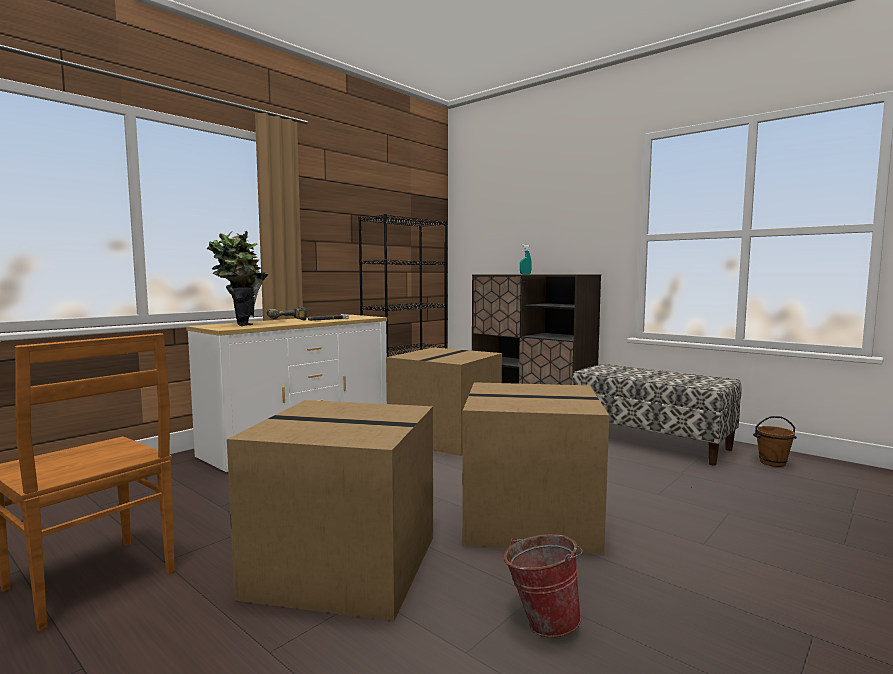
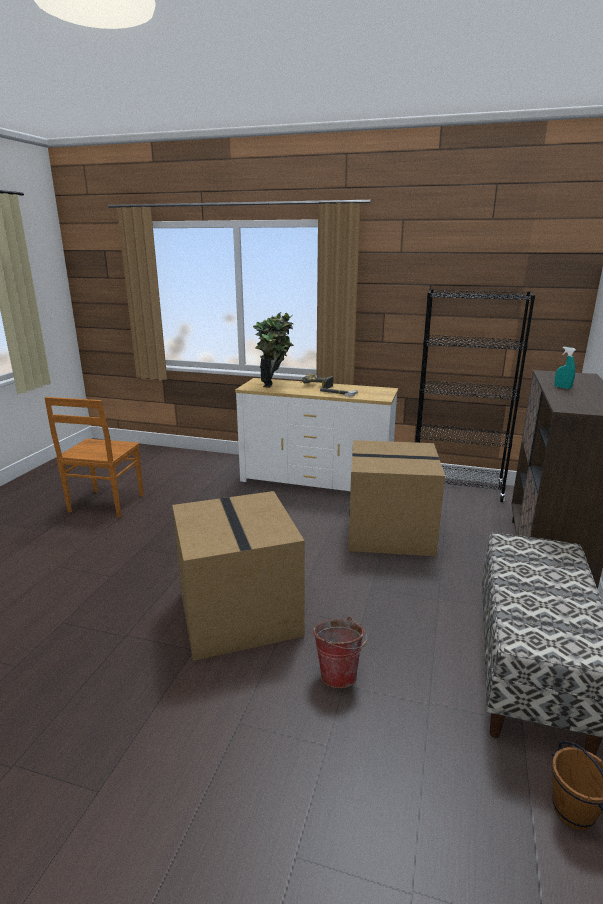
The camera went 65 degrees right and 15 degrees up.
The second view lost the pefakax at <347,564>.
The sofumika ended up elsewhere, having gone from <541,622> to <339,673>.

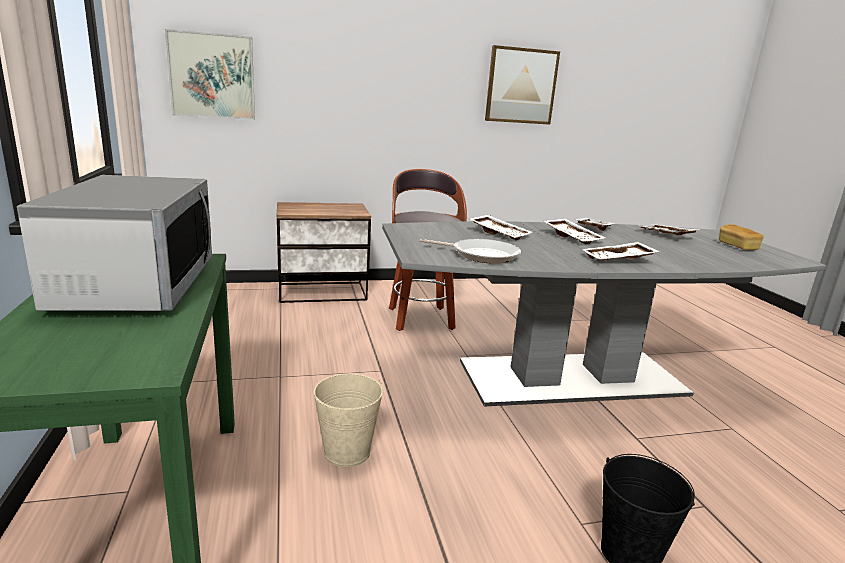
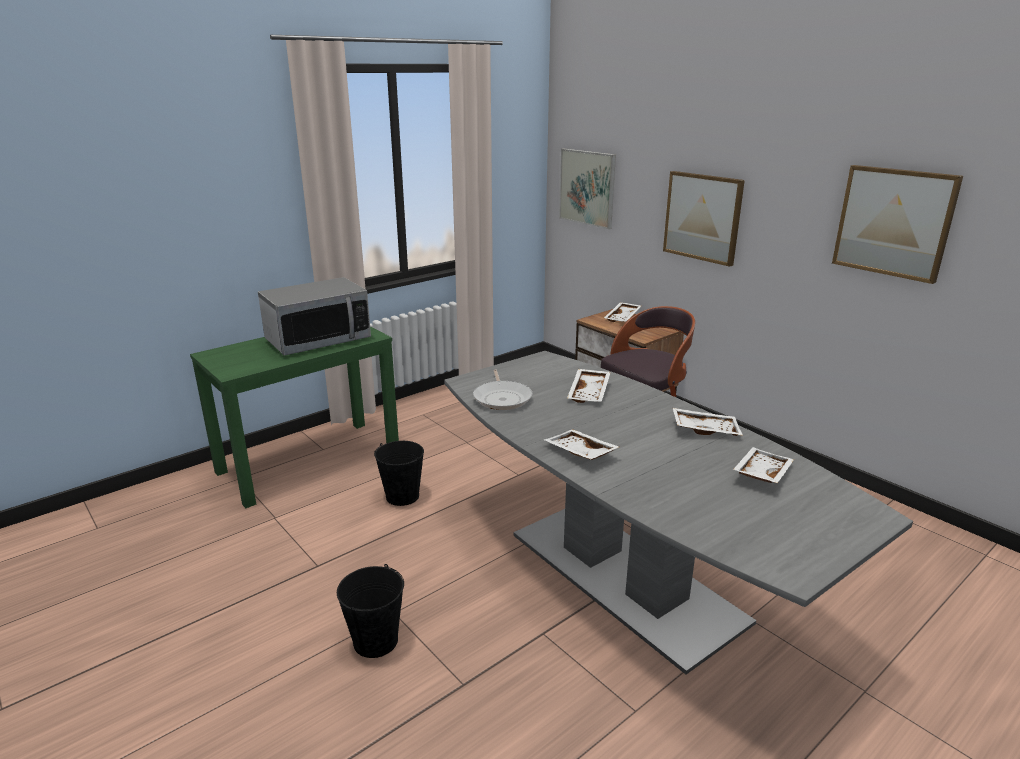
The camera went 65 degrees right and 5 degrees up.
The second view lost the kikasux at <737,246>.
The second view gained the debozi at <703,217>.
The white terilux ended up elsewhere, having gone from <573,237> to <623,317>.
What was the beige sofumika at <346,452> turned into the black sofumika at <402,496>.

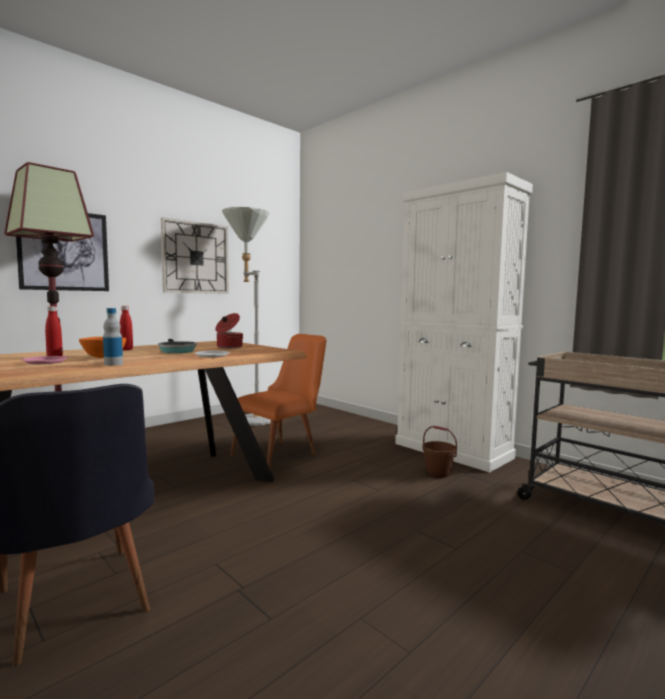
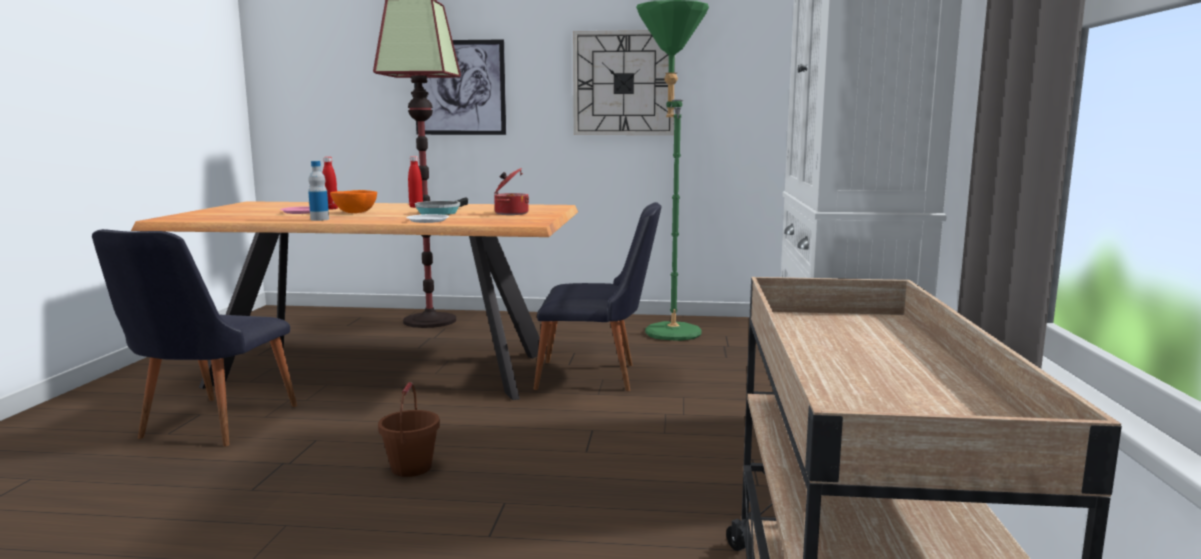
The camera went 50 degrees right and 5 degrees up.
The brown sofumika ended up elsewhere, having gone from <438,473> to <411,468>.
What was the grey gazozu at <250,420> turned into the green gazozu at <668,330>.
What was the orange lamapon at <282,453> turned into the black lamapon at <597,377>.

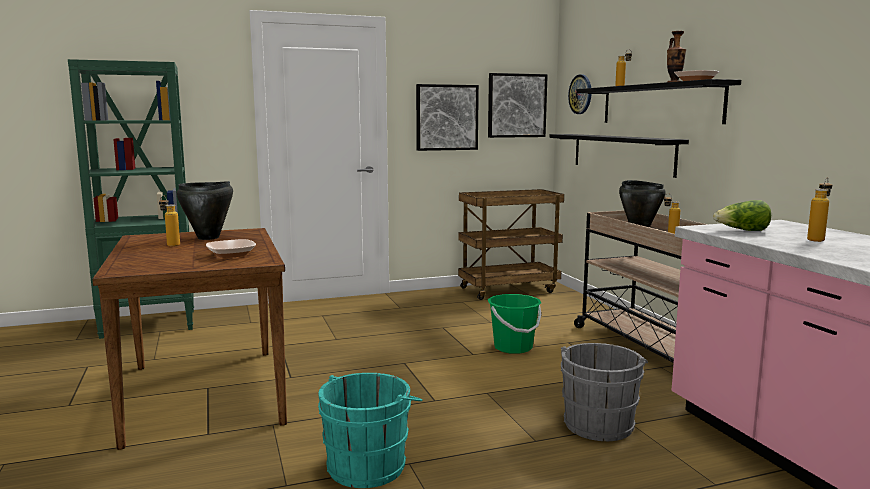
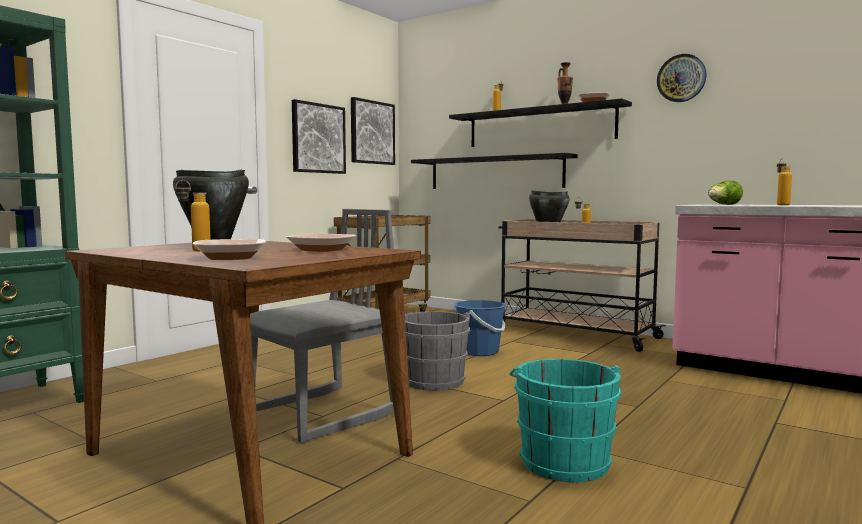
The camera went 35 degrees left and 5 degrees down.
The second view gained the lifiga at <230,258>.
The second view gained the grey lamapon at <323,414>.
The grey sofumika ended up elsewhere, having gone from <599,423> to <433,380>.
The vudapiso ended up elsewhere, having gone from <580,94> to <681,78>.
What was the green sofumika at <513,347> turned into the blue sofumika at <479,352>.

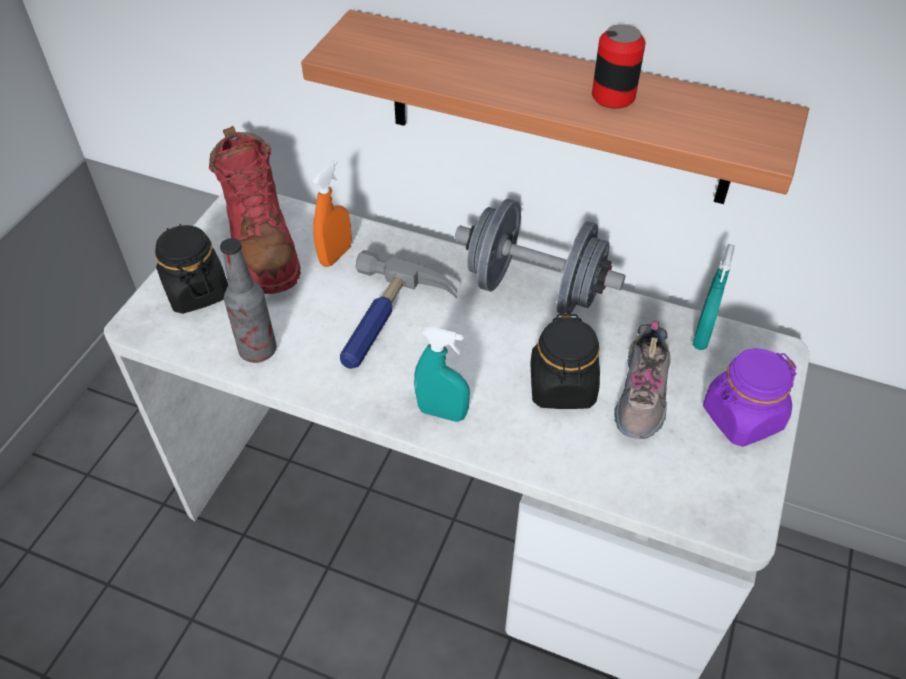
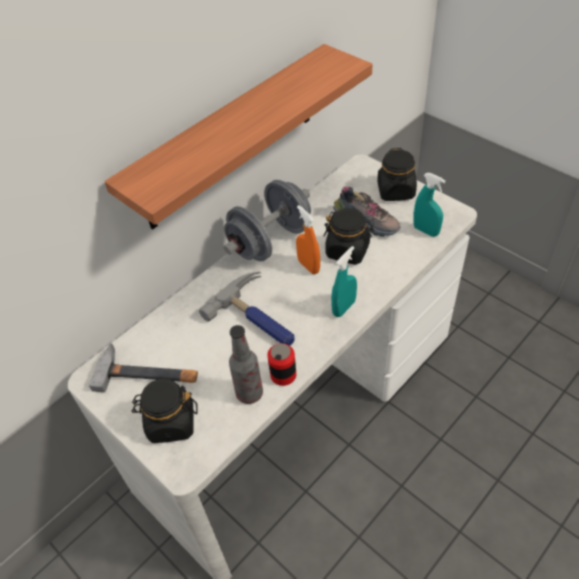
The camera went 65 degrees left and 0 degrees up.
The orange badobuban ended up elsewhere, having gone from <336,255> to <308,266>.
The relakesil ended up elsewhere, having gone from <613,96> to <283,375>.
The turquoise badobuban ended up elsewhere, having gone from <702,335> to <425,230>.
Where the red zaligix stood at <262,246>, the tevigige came to stand at <148,373>.
What was the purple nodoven at <741,418> turned into the black nodoven at <396,191>.

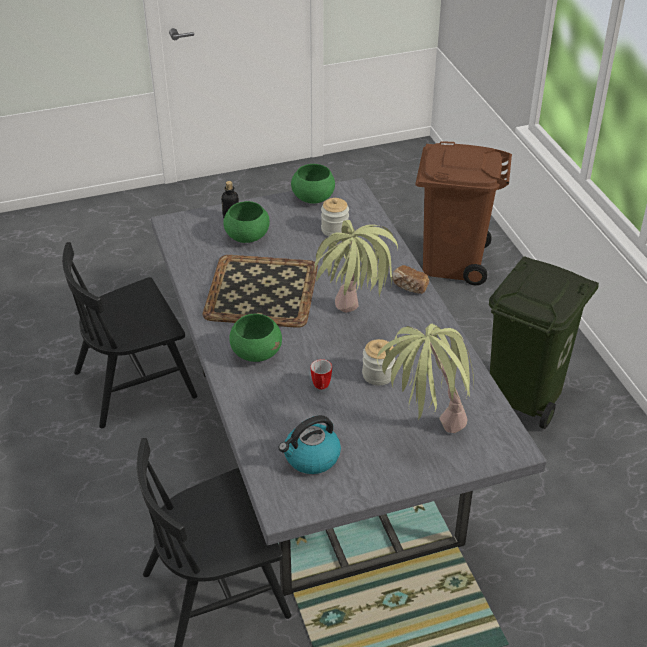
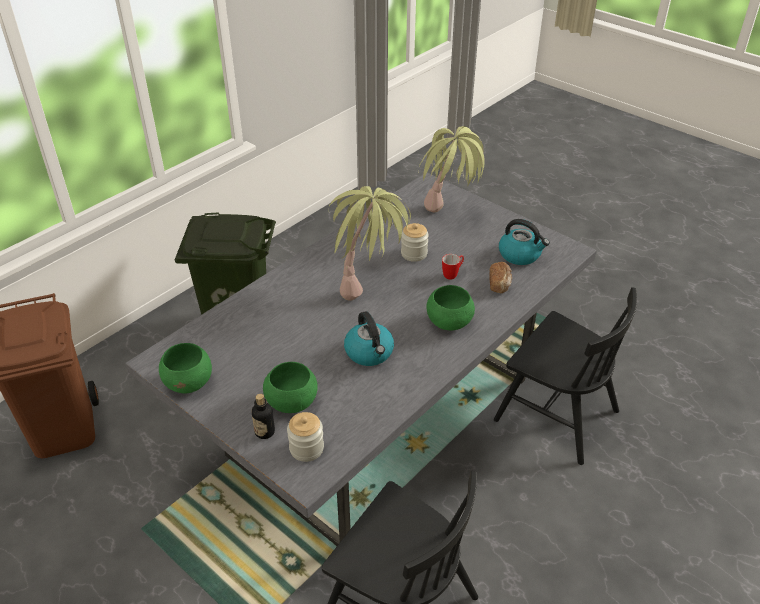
The camera went 120 degrees left and 0 degrees up.
The nodoven ended up elsewhere, having gone from <334,229> to <306,448>.
The kikasux ended up elsewhere, having gone from <409,287> to <500,284>.
Where the terilux stood at <262,292>, the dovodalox came to stand at <369,352>.

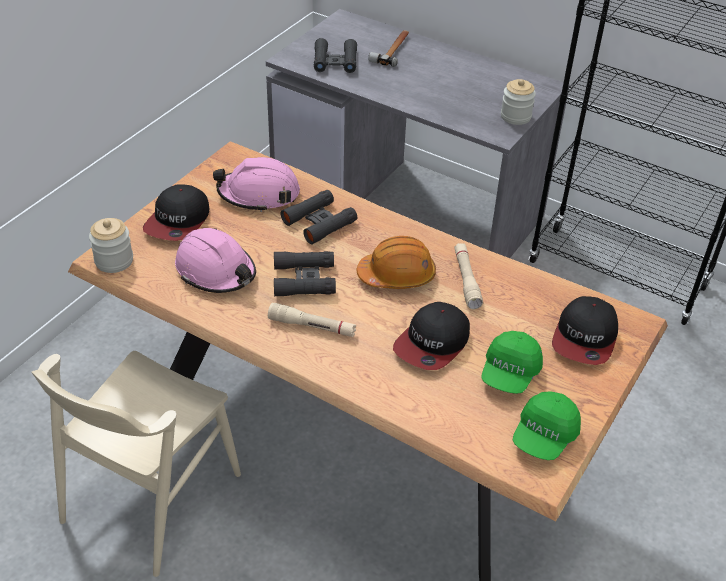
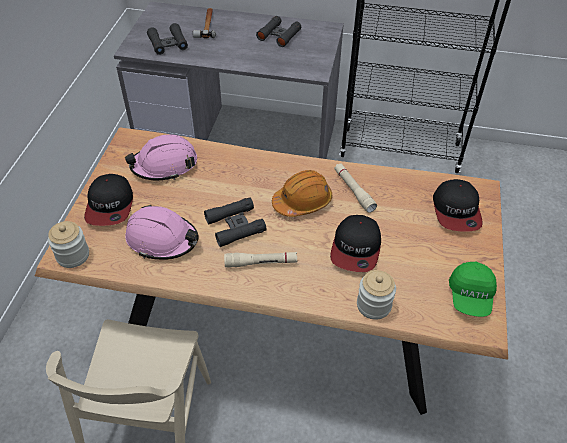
The camera went 20 degrees left and 5 degrees up.
The second view lost the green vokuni at <509,373>.
The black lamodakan ended up elsewhere, having gone from <319,222> to <279,35>.
The nodoven ended up elsewhere, having gone from <515,116> to <373,305>.

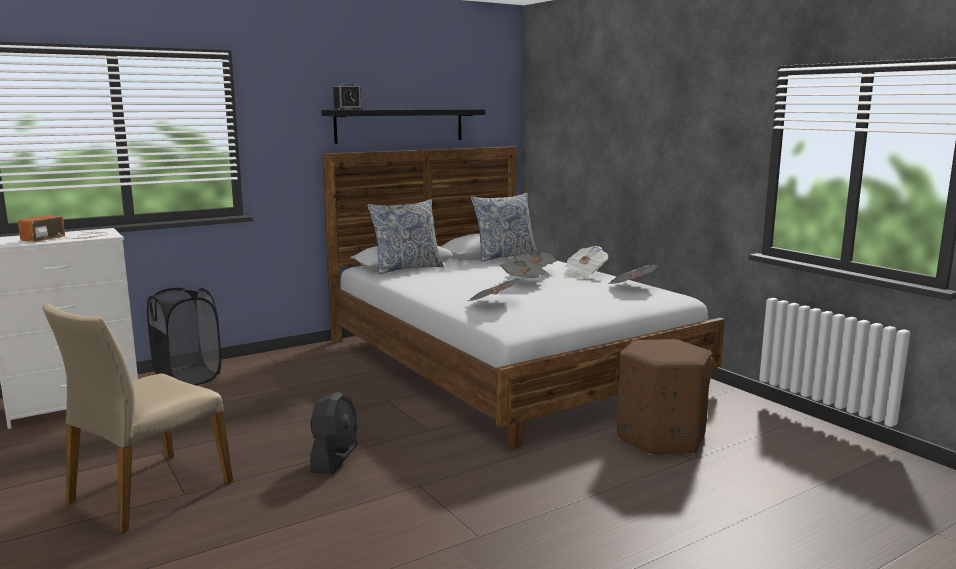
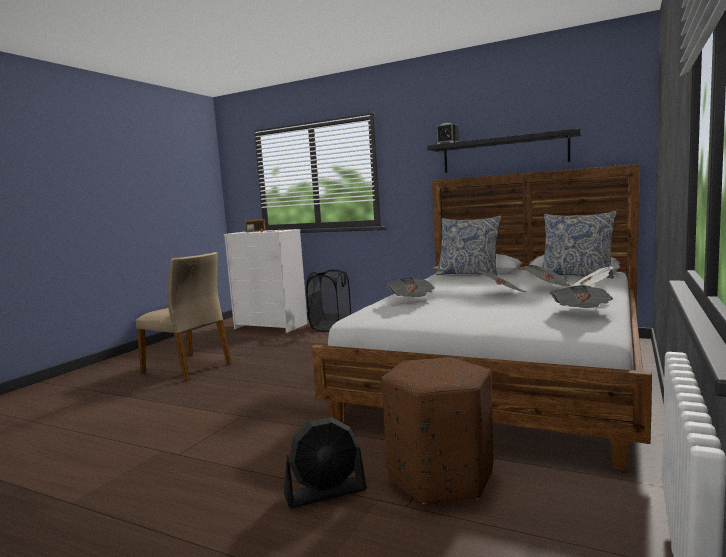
The camera went 60 degrees right and 5 degrees down.
The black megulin ended up elsewhere, having gone from <334,458> to <325,492>.
The beige lamapon at <148,492> ended up facing another way, 150 degrees counterclockwise from before.

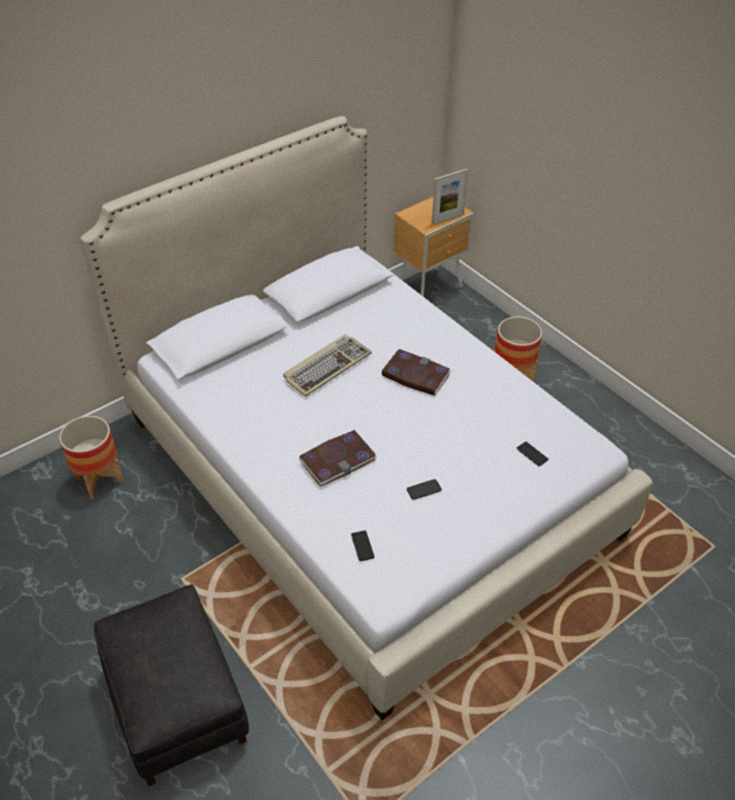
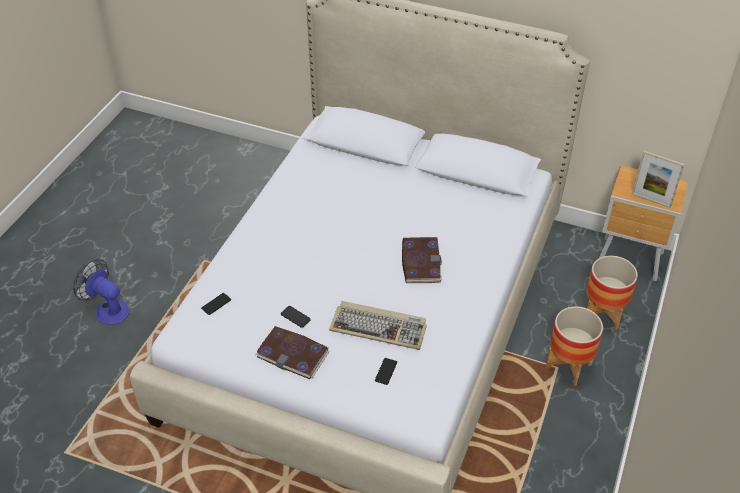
The camera went 60 degrees right and 0 degrees up.
The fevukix ended up elsewhere, having gone from <99,479> to <603,314>.
The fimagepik ended up elsewhere, having gone from <327,366> to <379,327>.
The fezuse ended up elsewhere, having gone from <338,460> to <293,354>.
Where the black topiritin stood at <178,705>, the megulin came to stand at <107,309>.

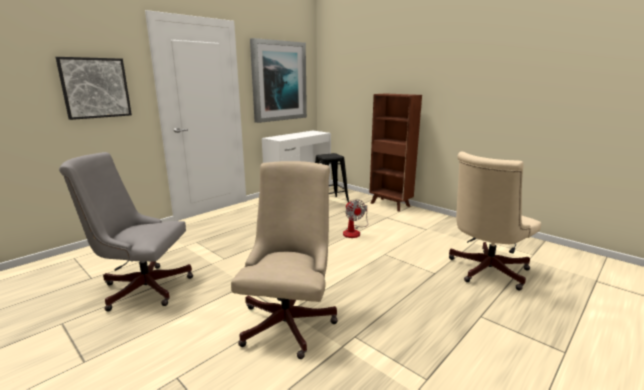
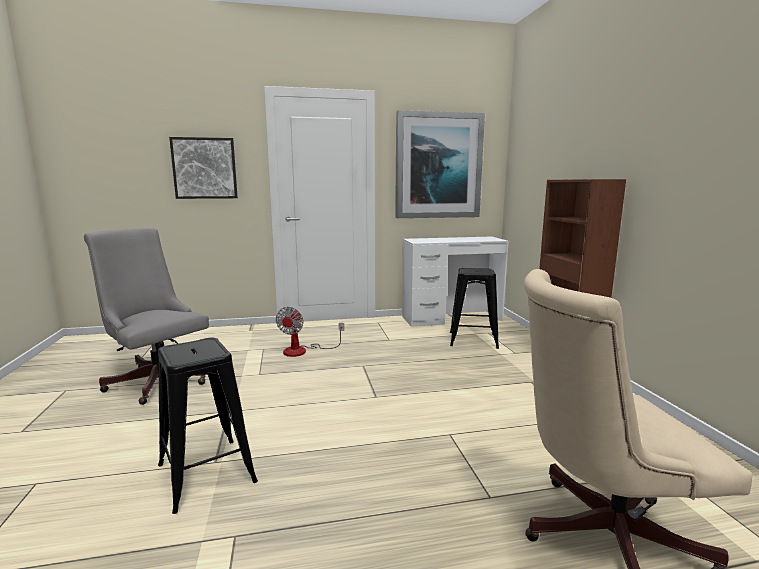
The camera went 35 degrees right and 5 degrees down.
The megulin ended up elsewhere, having gone from <354,232> to <303,351>.
Where the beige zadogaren stood at <289,320>, the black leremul came to stand at <206,473>.

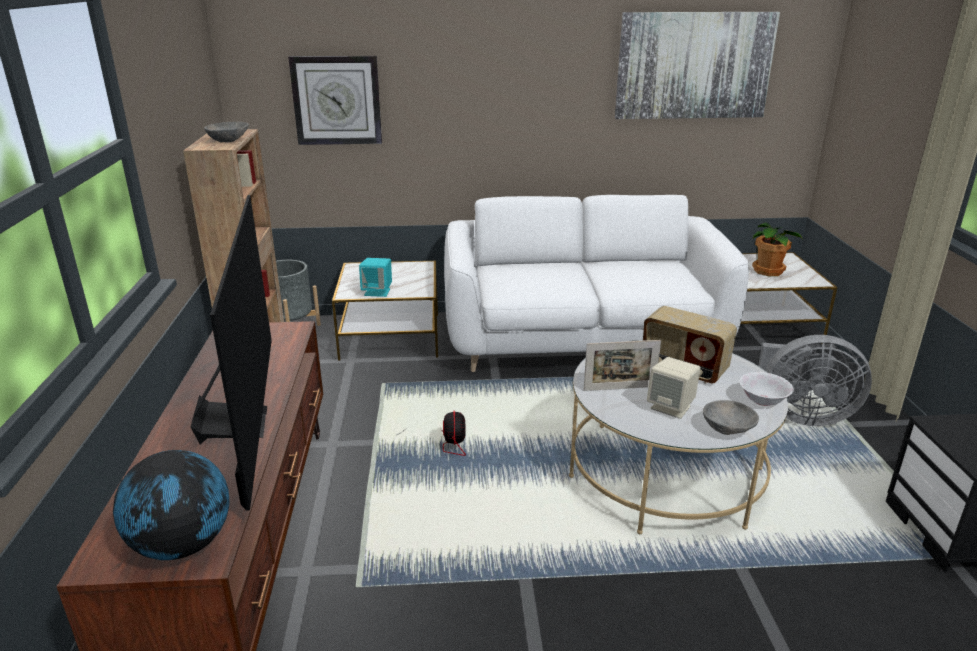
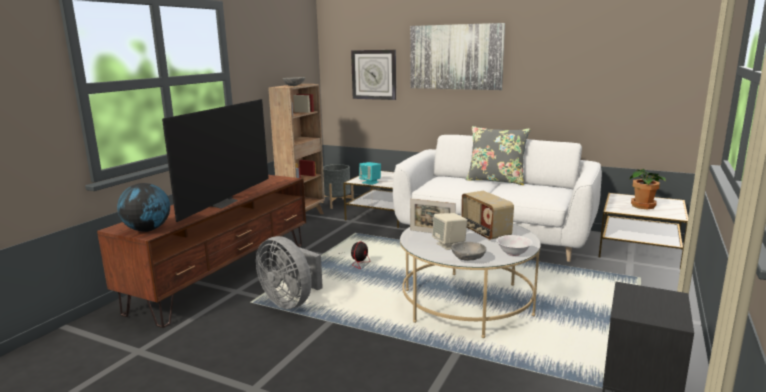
The camera went 30 degrees right and 10 degrees down.
The second view gained the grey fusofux at <496,180>.
The debozi ended up elsewhere, having gone from <694,66> to <455,57>.
The grey megulin ended up elsewhere, having gone from <801,415> to <291,301>.

